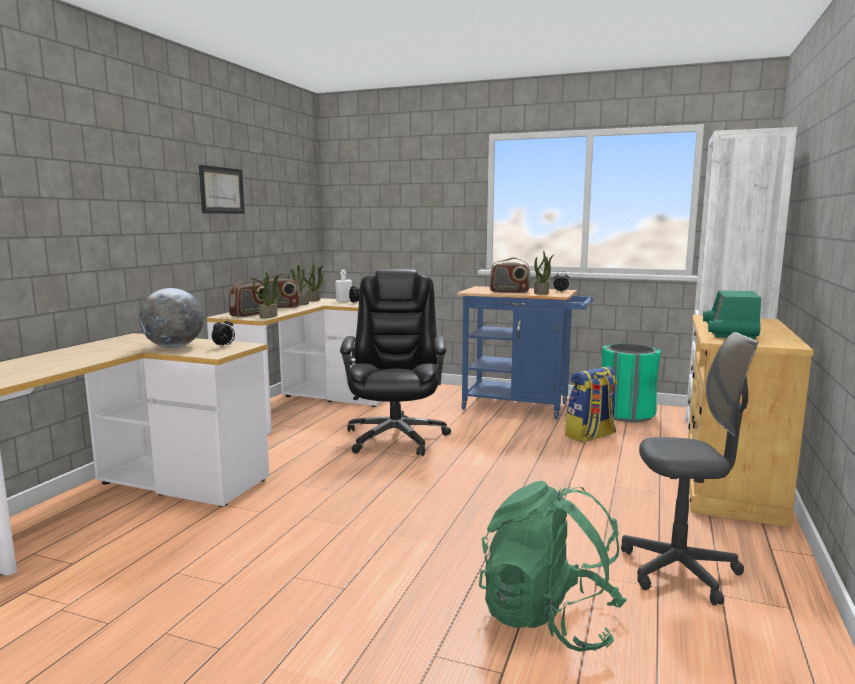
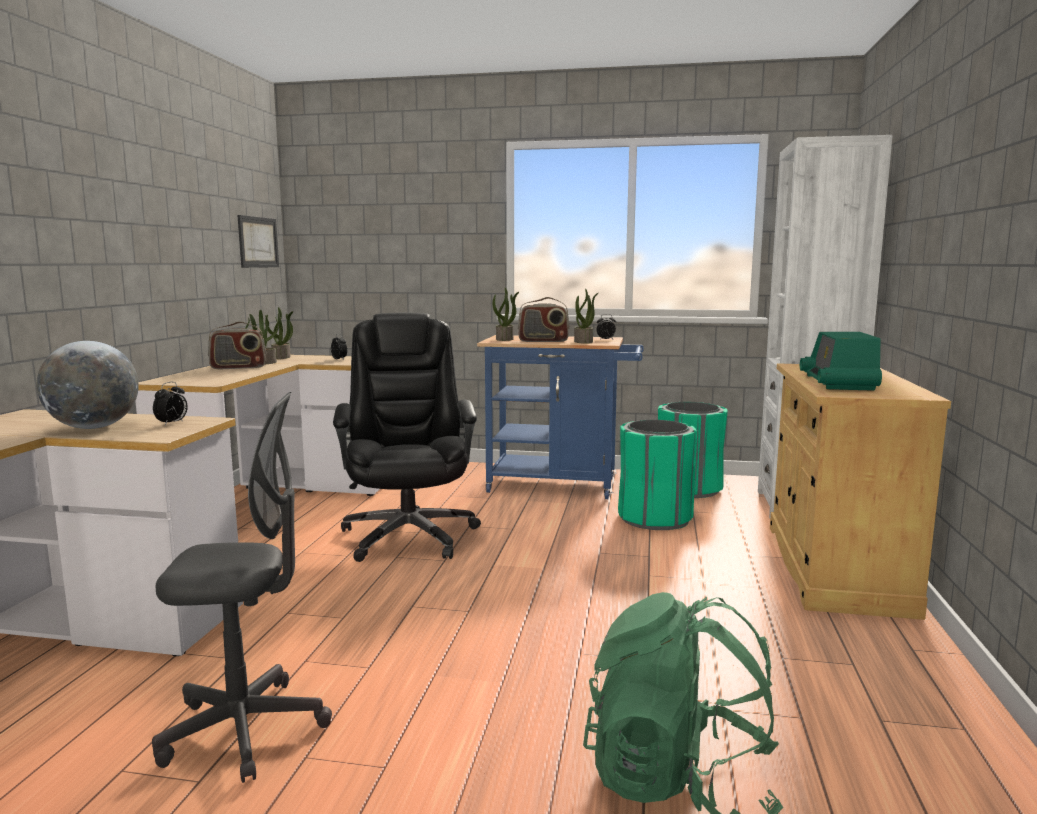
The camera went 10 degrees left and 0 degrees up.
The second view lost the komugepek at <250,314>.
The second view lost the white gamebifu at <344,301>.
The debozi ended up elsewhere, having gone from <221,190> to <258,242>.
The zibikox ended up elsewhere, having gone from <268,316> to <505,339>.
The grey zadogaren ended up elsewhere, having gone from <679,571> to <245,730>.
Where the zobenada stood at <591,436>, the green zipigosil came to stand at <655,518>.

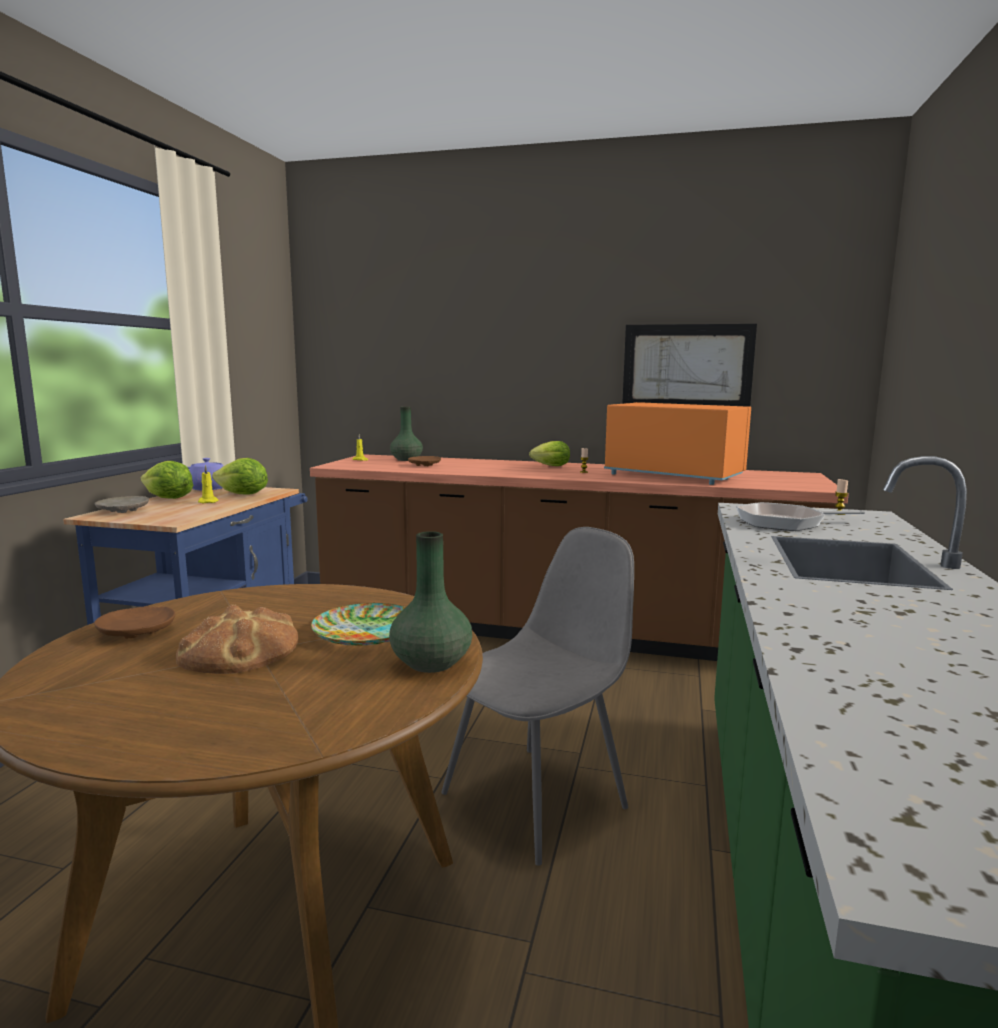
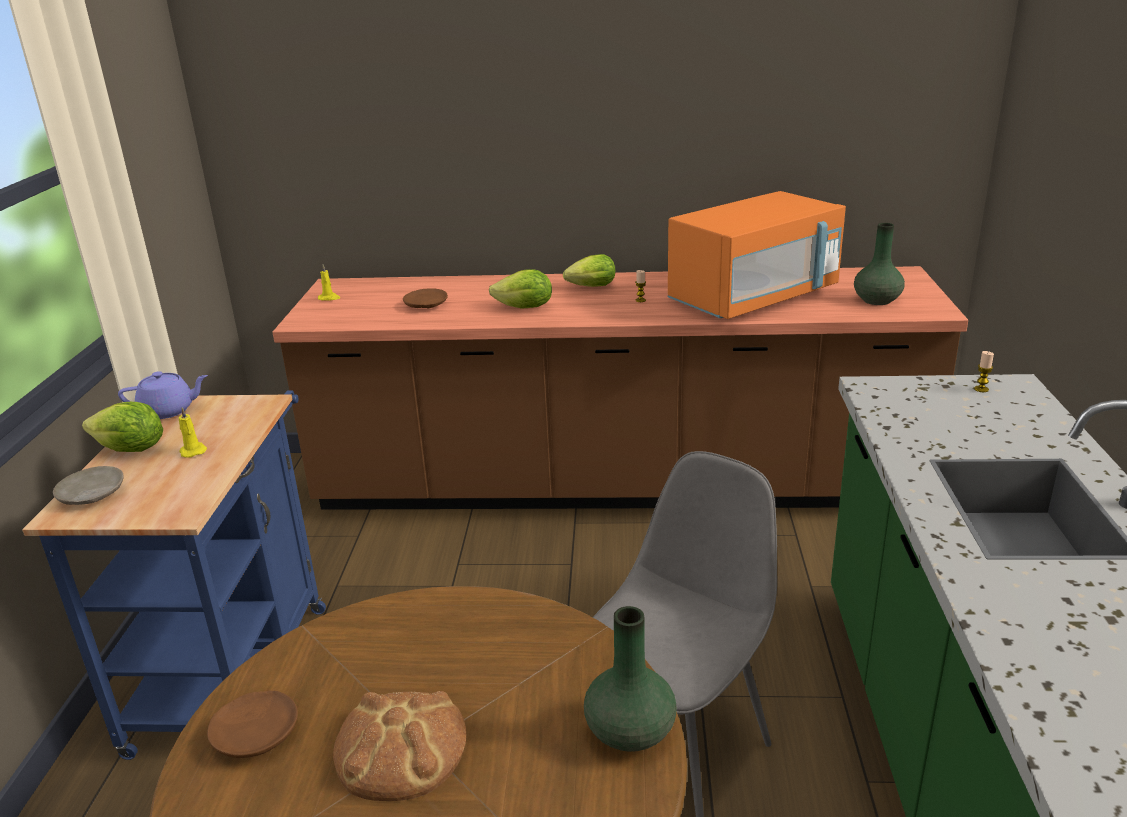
The camera went 10 degrees left and 15 degrees up.
The second view lost the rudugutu at <366,631>.
The second view lost the debozi at <687,368>.
The second view lost the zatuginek at <785,523>.
The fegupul ended up elsewhere, having gone from <243,495> to <525,308>.
The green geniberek ended up elsewhere, having gone from <406,460> to <877,301>.
The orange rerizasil at <673,476> ended up facing another way, 120 degrees clockwise from before.

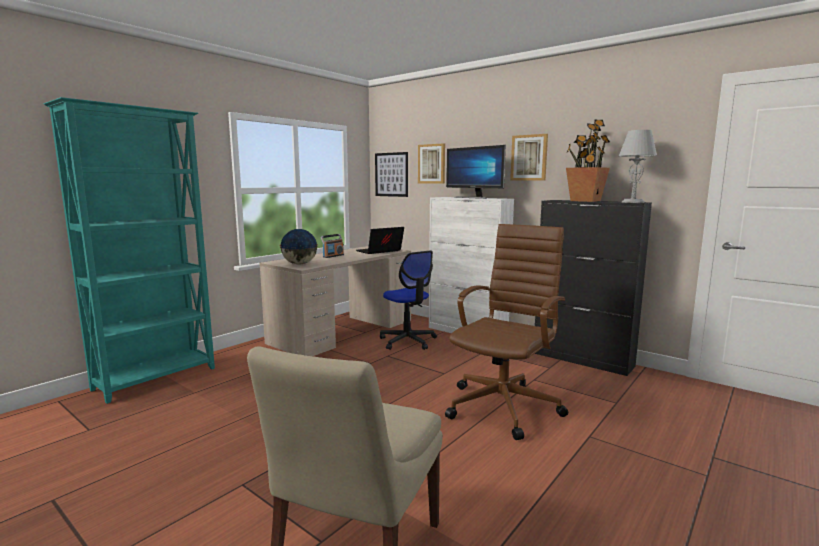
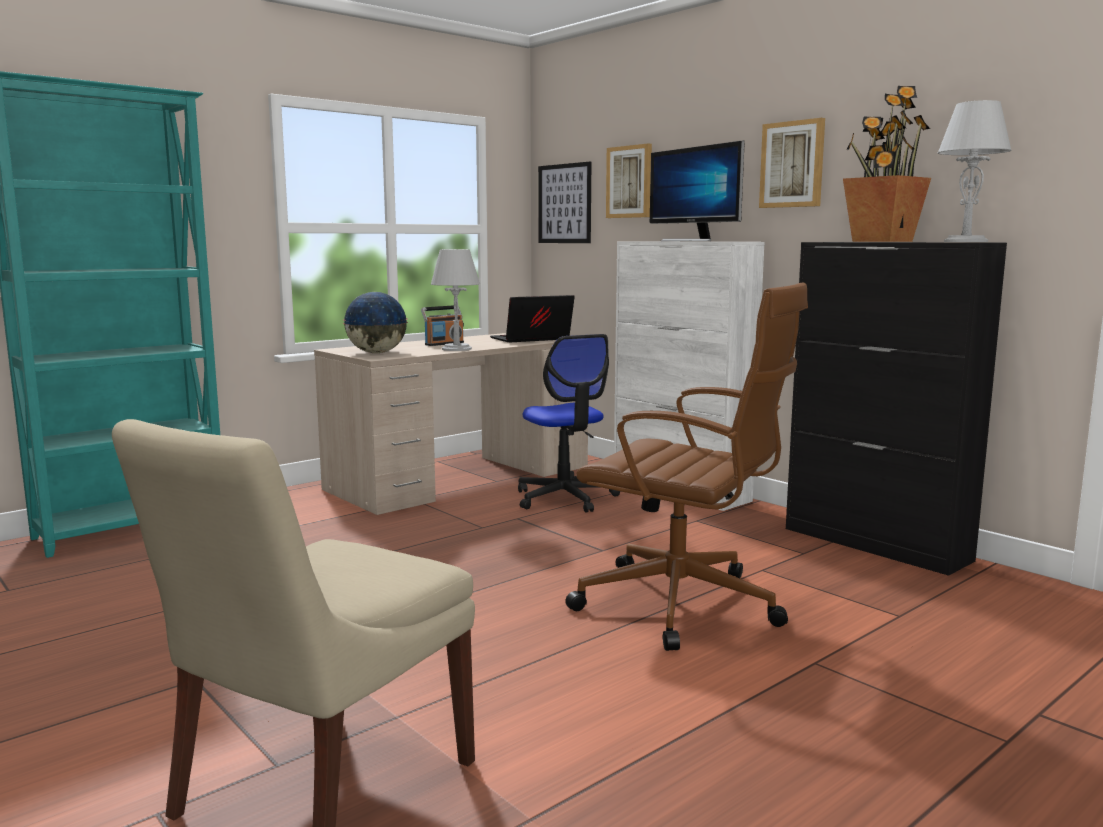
The camera went 10 degrees right and 0 degrees up.
The second view gained the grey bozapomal at <456,349>.
The brown zadogaren at <504,406> ended up facing another way, 75 degrees clockwise from before.

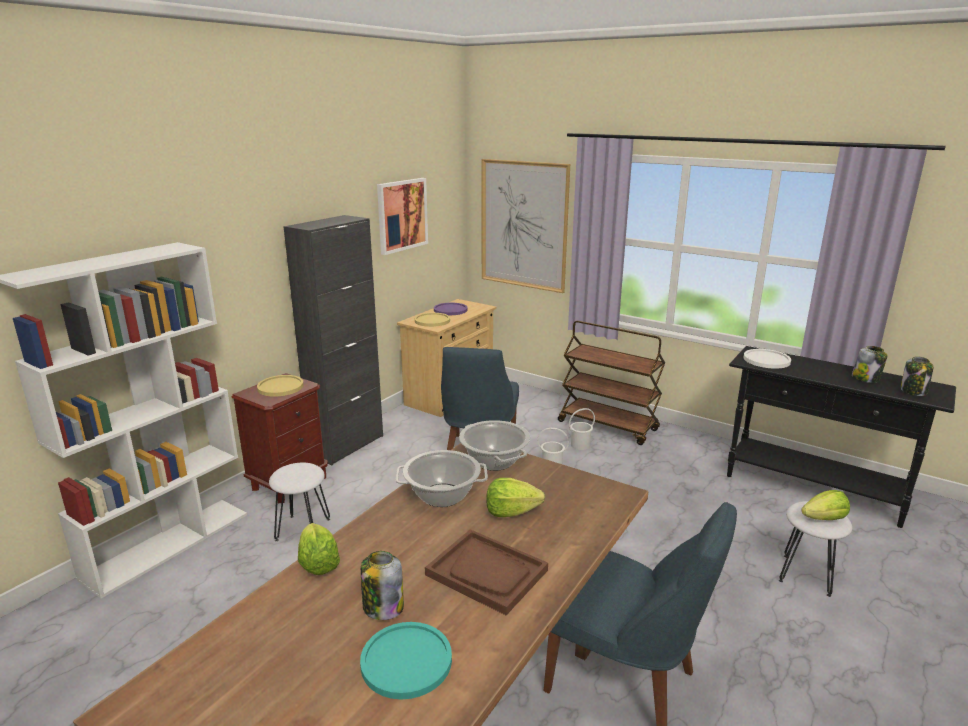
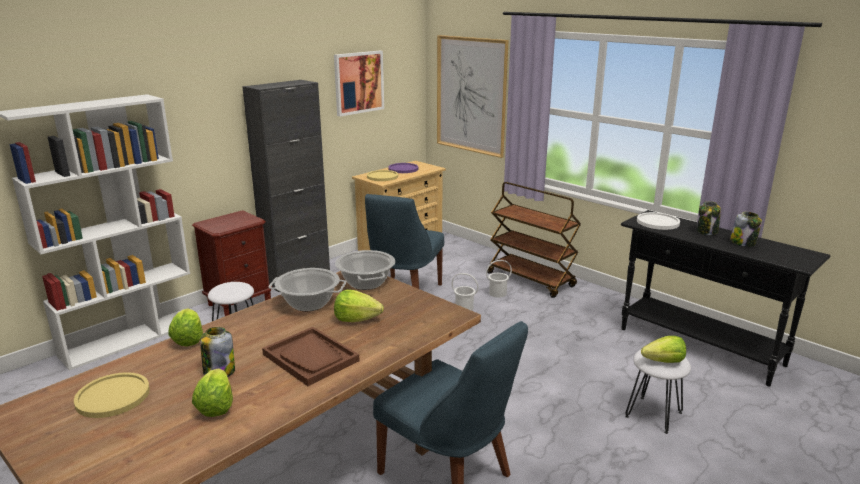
The camera went 10 degrees right and 0 degrees up.
The yellow rudugutu ended up elsewhere, having gone from <280,387> to <113,396>.
The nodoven ended up elsewhere, having gone from <913,391> to <707,231>.
Where the turquoise rudugutu stood at <406,661>, the fegupul came to stand at <216,406>.

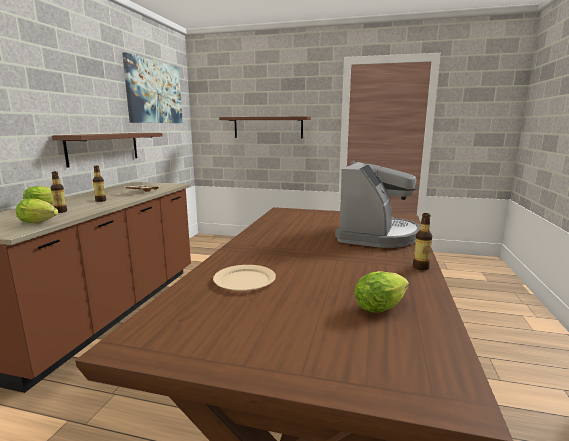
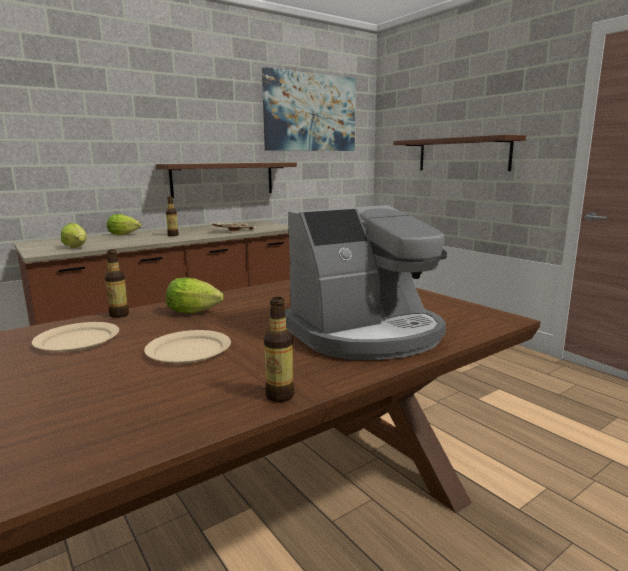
The camera went 40 degrees right and 0 degrees up.
The second view gained the beige rudugutu at <189,350>.
The gamebifu ended up elsewhere, having gone from <61,211> to <119,315>.
The fegupul ended up elsewhere, having gone from <382,306> to <196,312>.

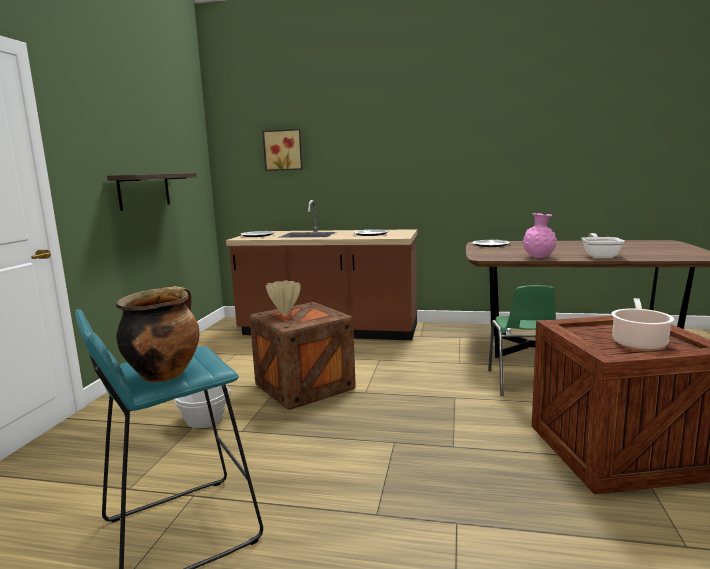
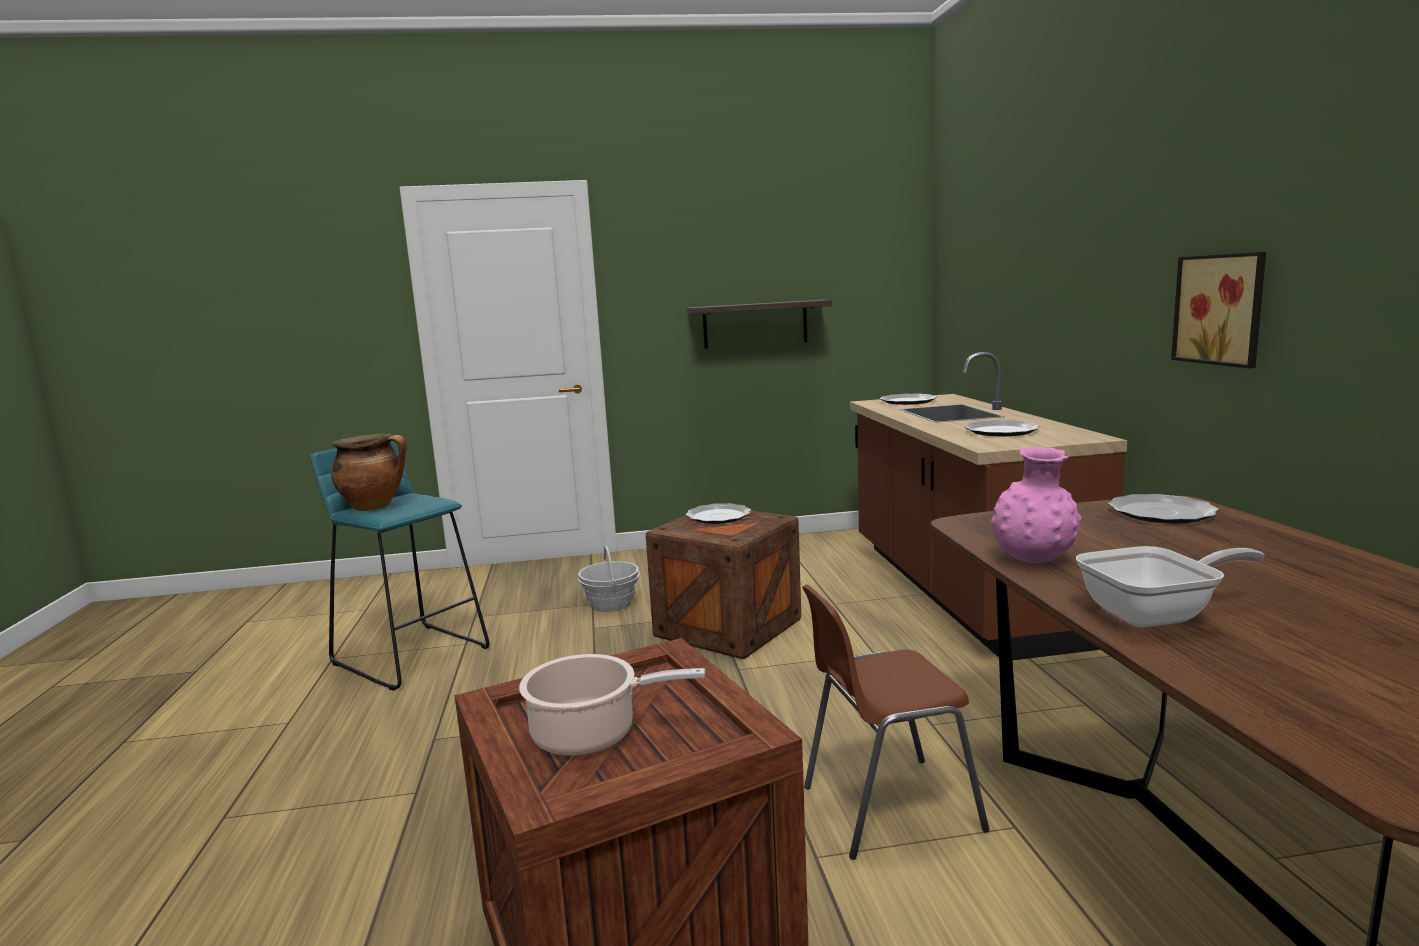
The camera went 70 degrees right and 0 degrees up.
The debozi ended up elsewhere, having gone from <283,150> to <1222,309>.
Where the beige geniberek stood at <284,314>, the rudugutu came to stand at <718,516>.
What was the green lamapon at <522,383> turned into the brown lamapon at <886,807>.

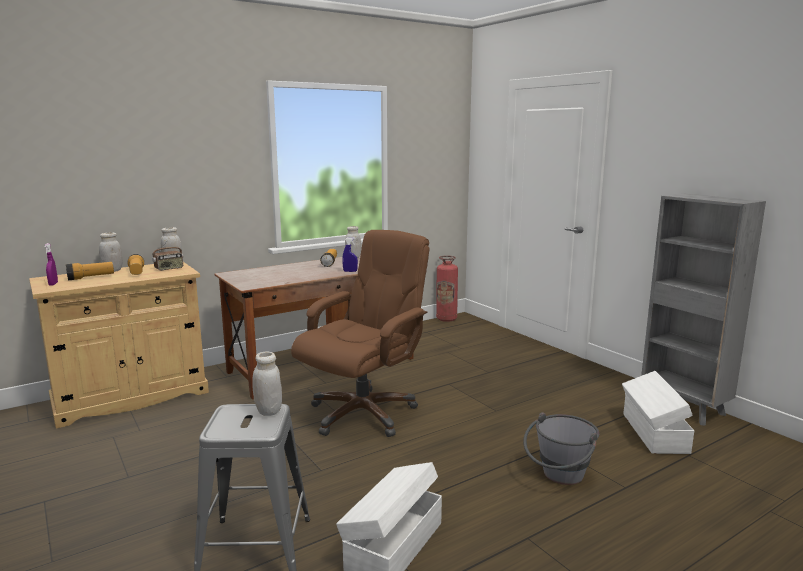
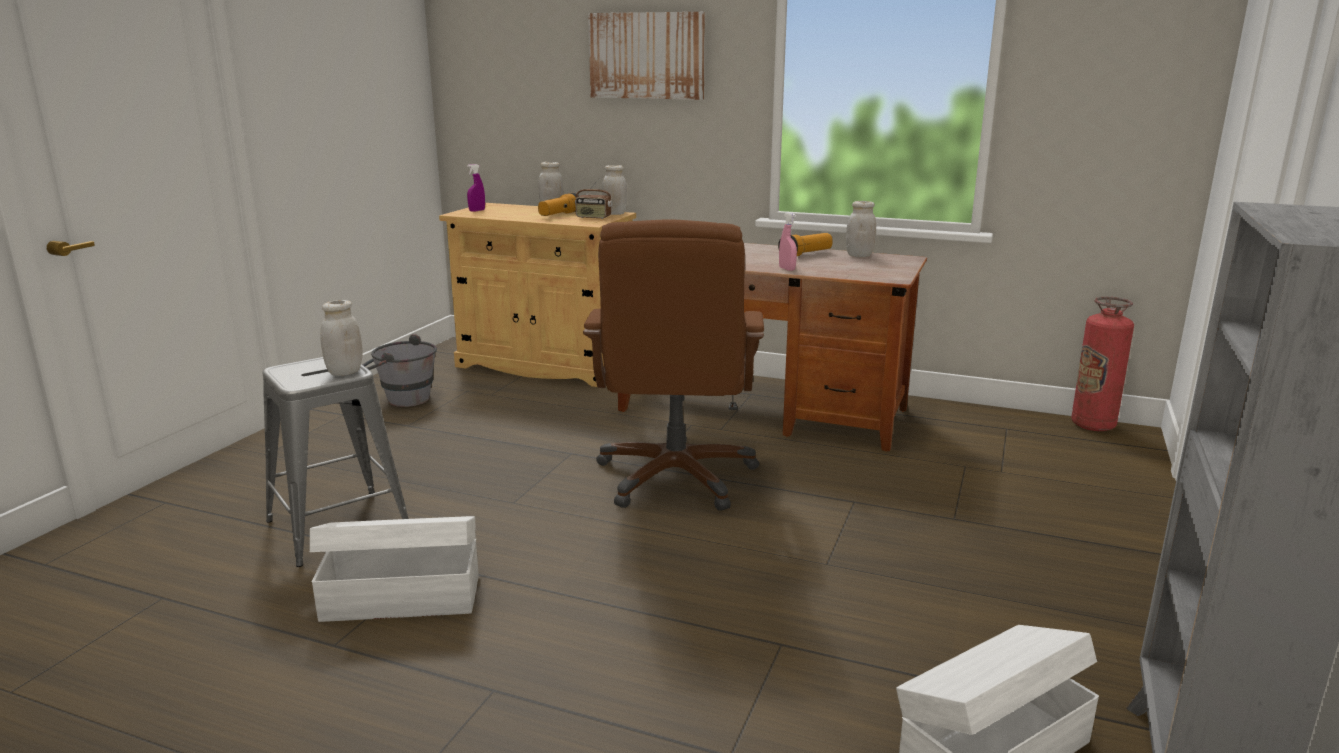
The camera went 55 degrees right and 5 degrees up.
The second view lost the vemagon at <91,277>.
The second view gained the debozi at <647,56>.
The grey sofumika ended up elsewhere, having gone from <559,477> to <400,399>.
What was the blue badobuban at <350,271> turned into the pink badobuban at <787,269>.
The brown zadogaren at <363,413> ended up facing another way, 90 degrees clockwise from before.

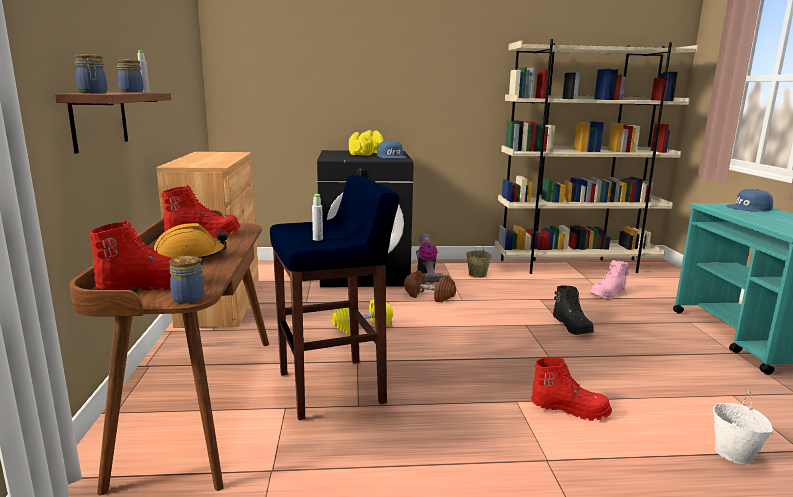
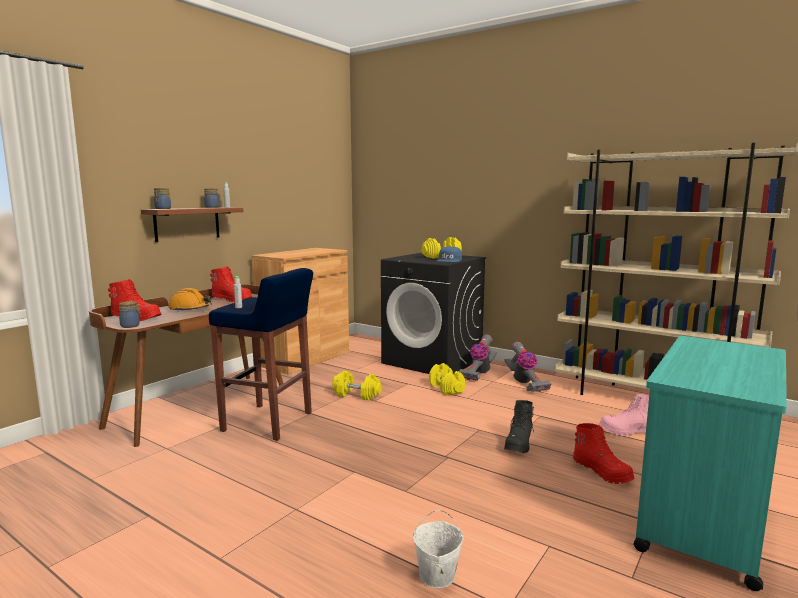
The camera went 40 degrees right and 5 degrees down.
The second view lost the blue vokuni at <749,208>.
The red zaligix ended up elsewhere, having gone from <569,409> to <602,472>.
Where the beige sofumika stood at <477,274>, the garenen came to stand at <524,383>.
What was the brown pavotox at <429,296> turned into the yellow pavotox at <446,388>.

